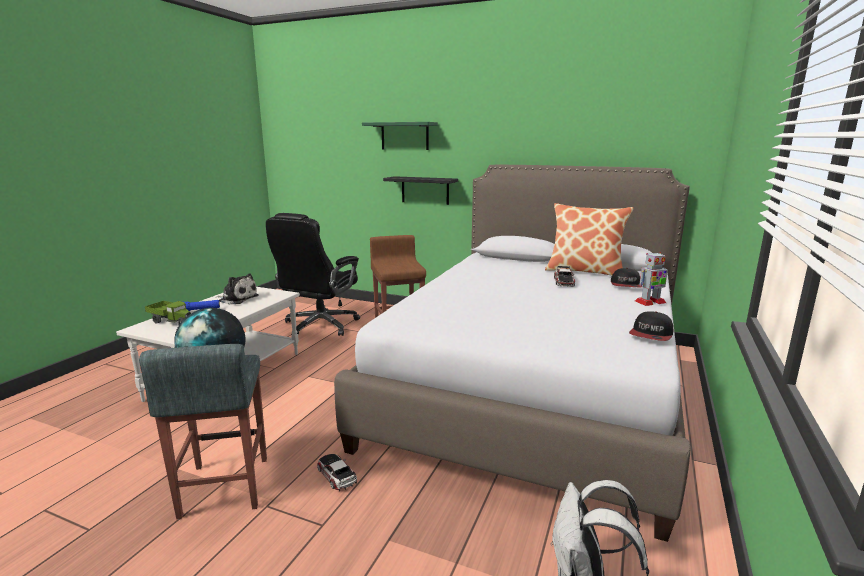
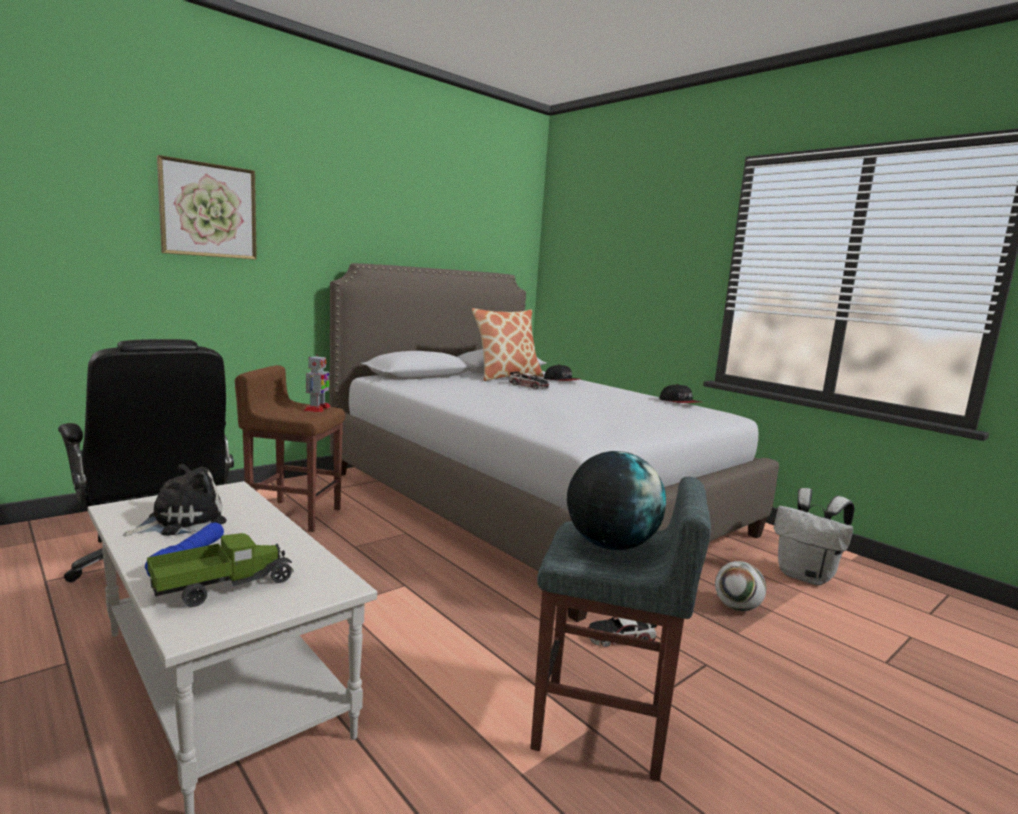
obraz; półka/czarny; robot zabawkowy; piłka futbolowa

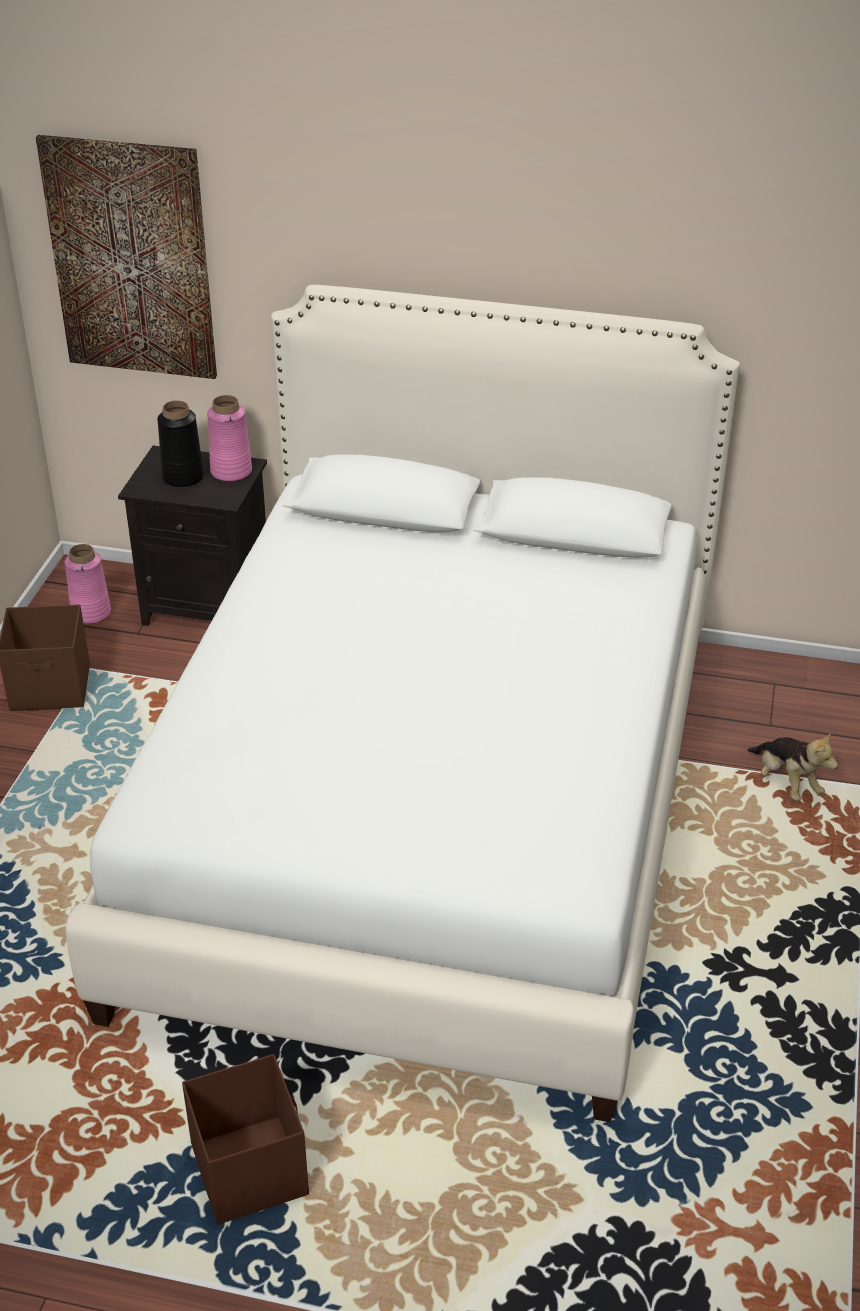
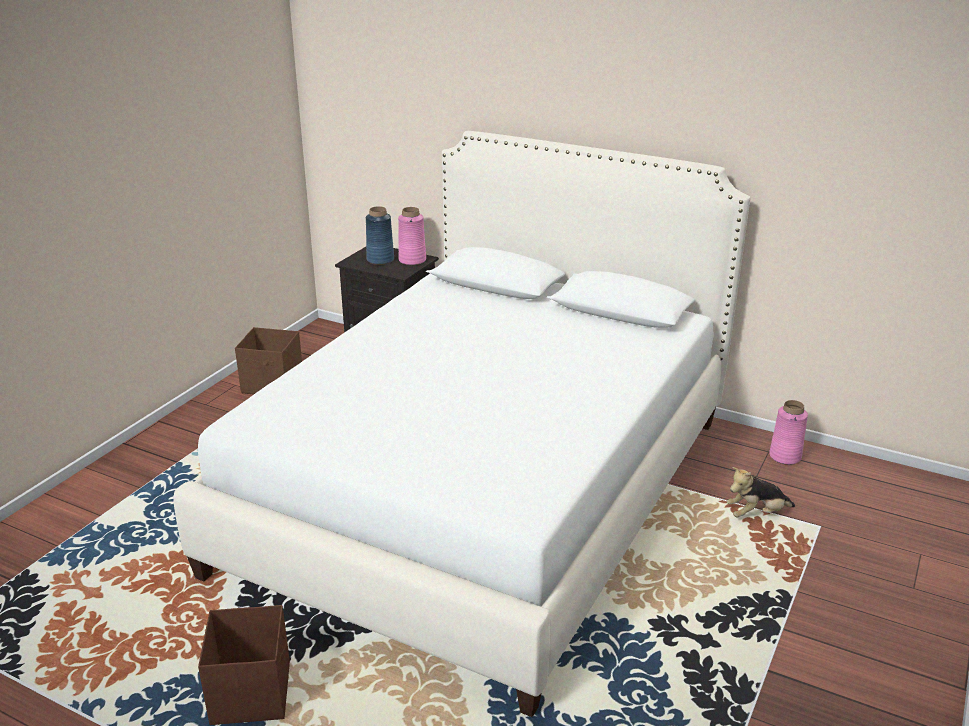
obraz; wazon/niebieski; wazon/różowy (2nd from left); pluszak

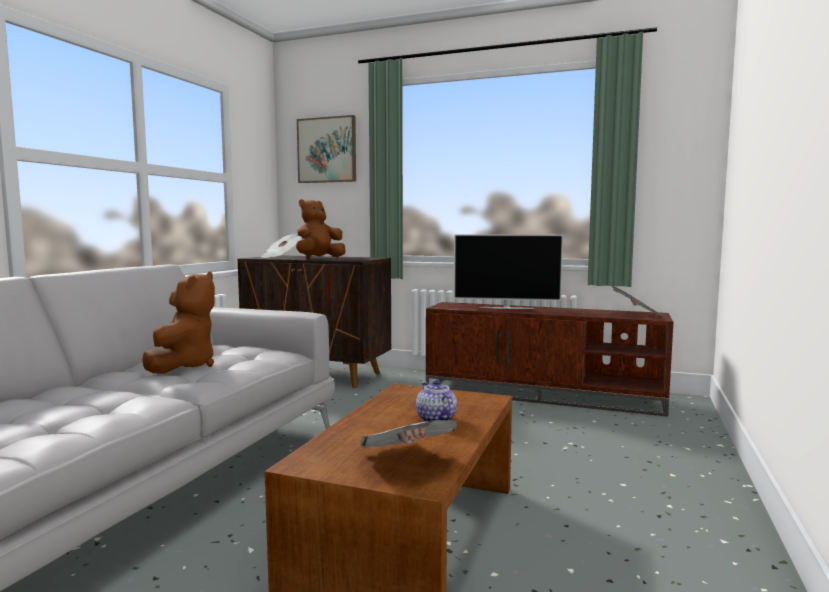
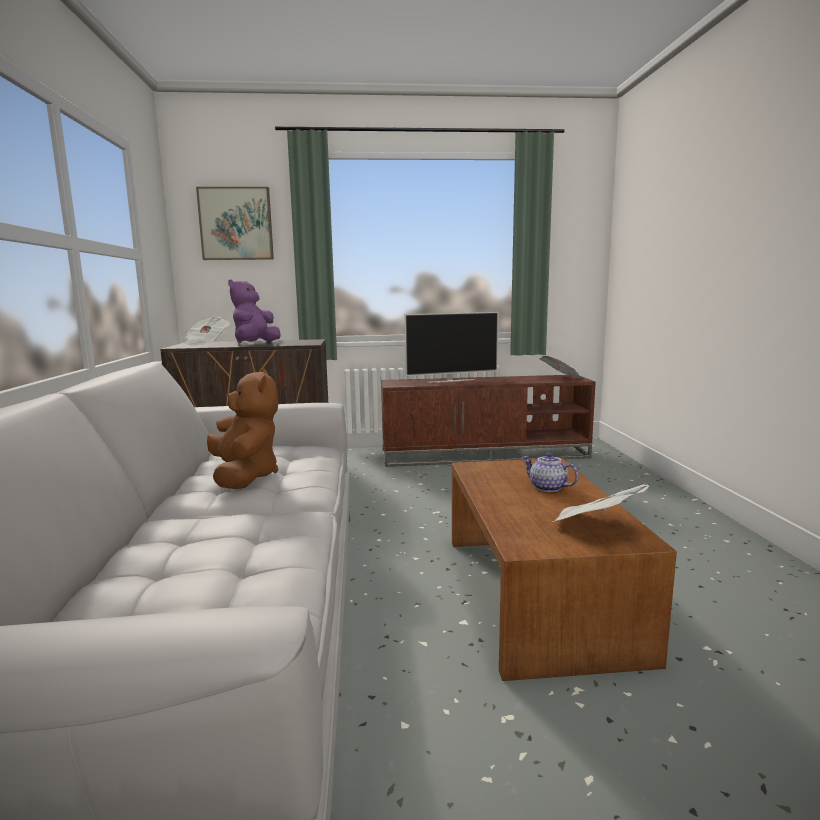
pluszak/fioletowy

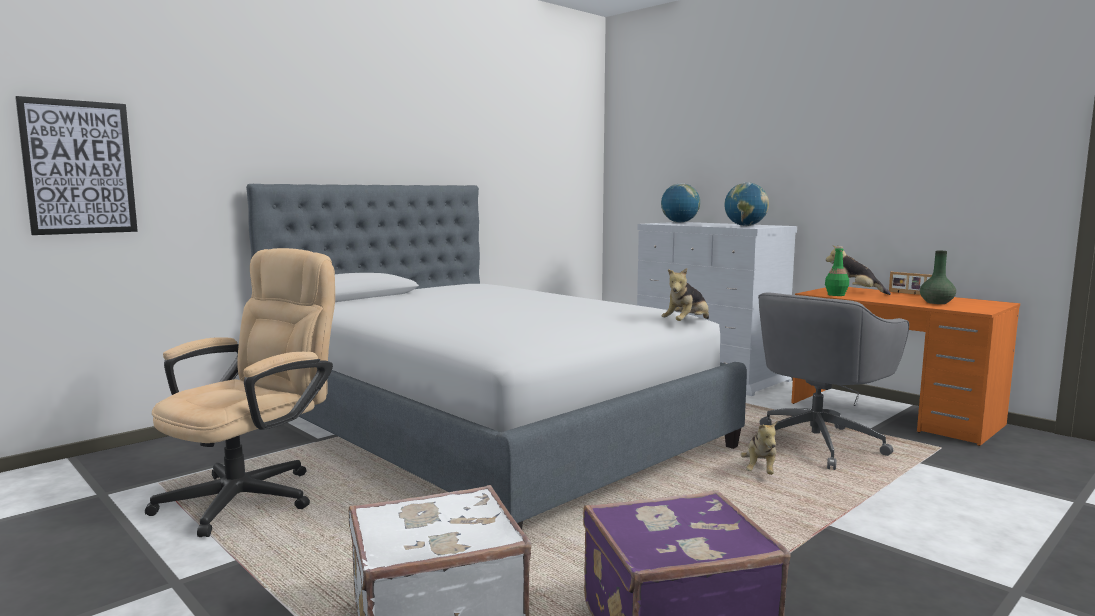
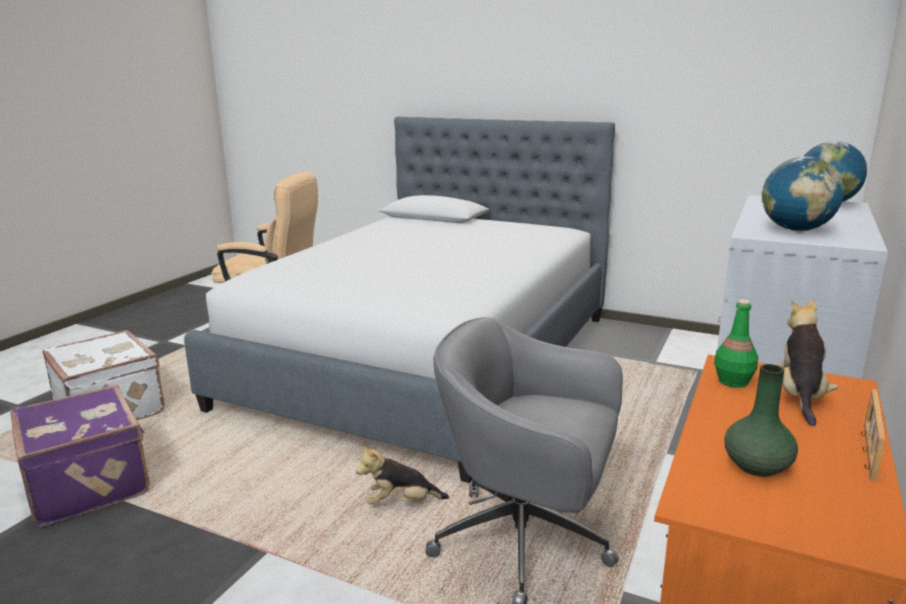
obraz; pluszak (1st from left in the first image)

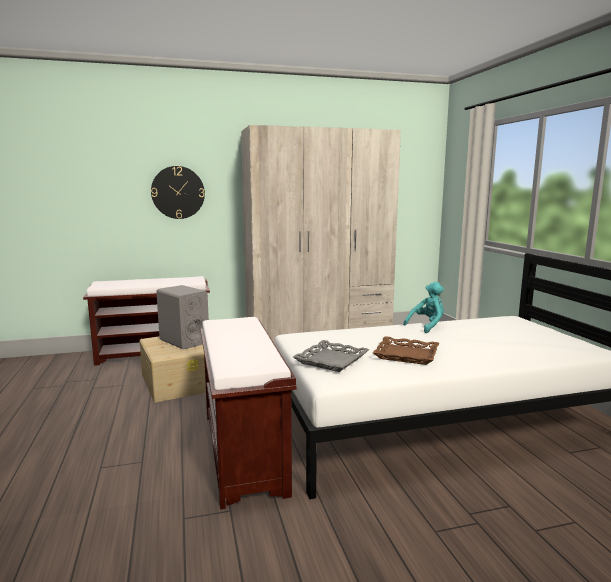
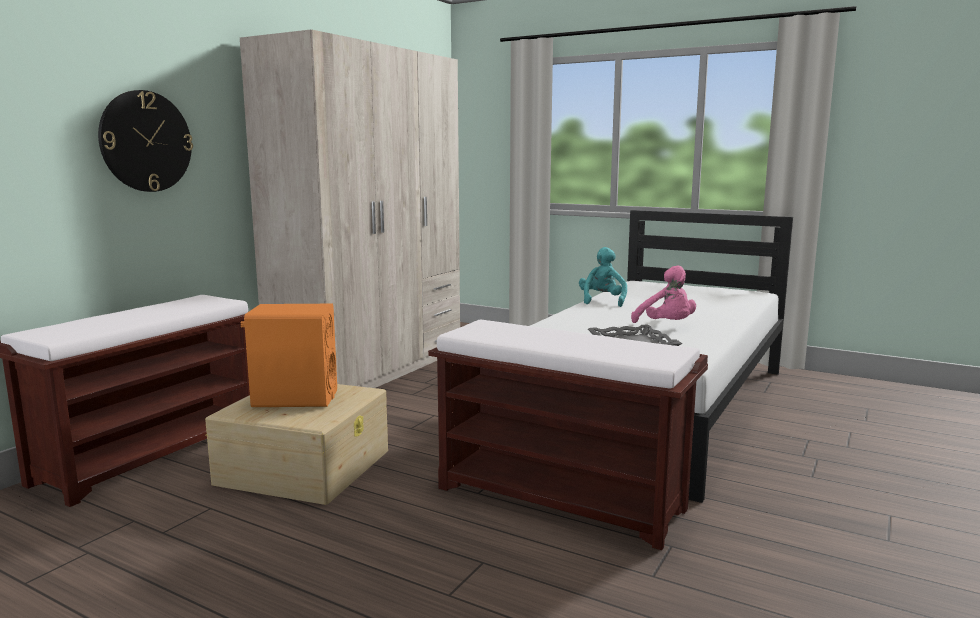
głośnik/pomarańczowy; pluszak/różowy

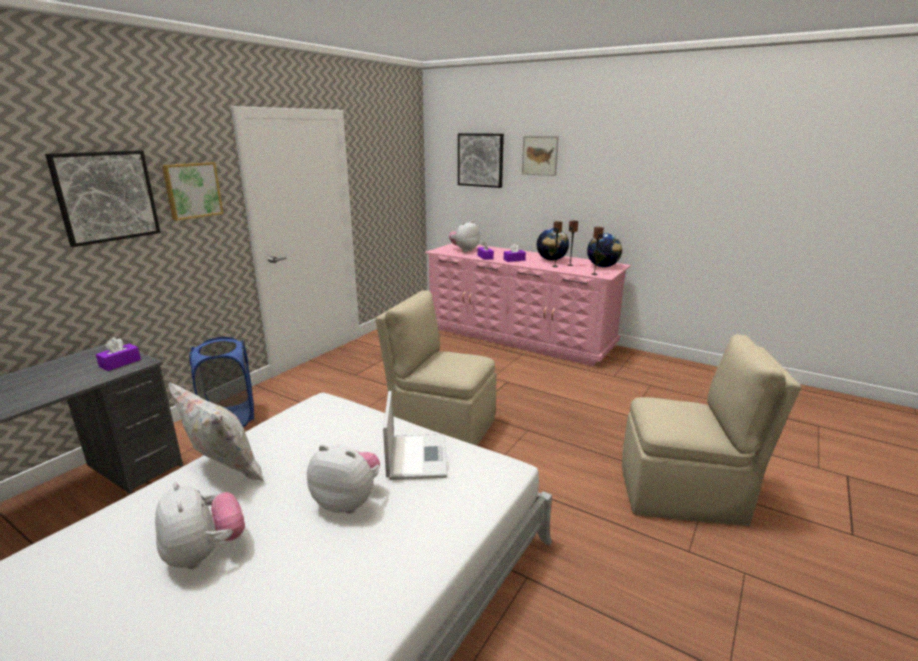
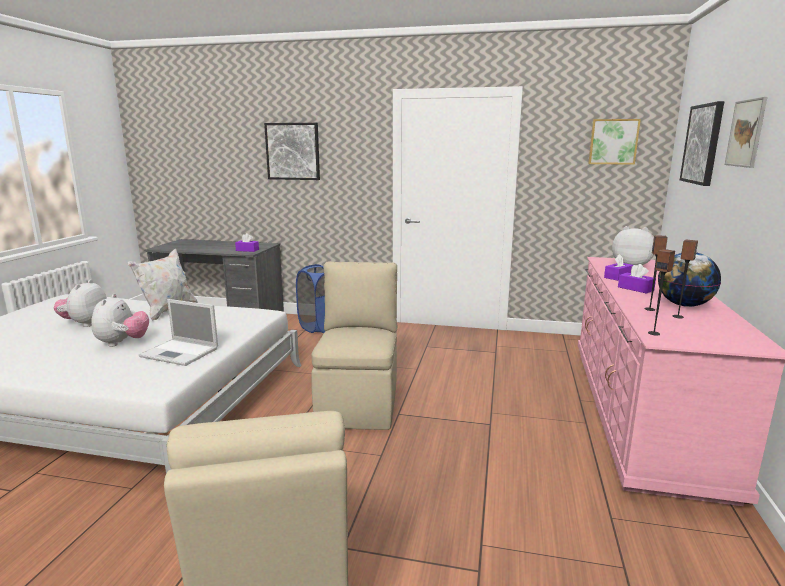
obraz (2nd from left); globus (2nd from left in the first image); laptop; pluszak (1st from left)

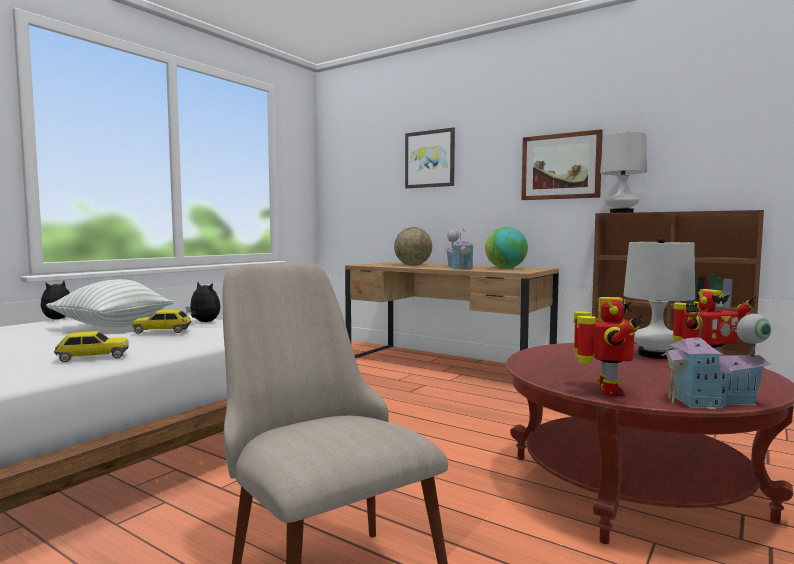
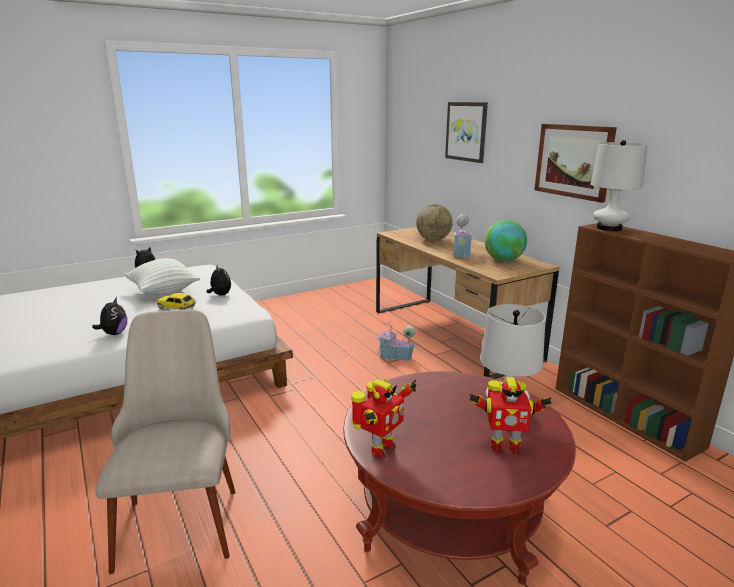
domek (1st from left); pluszak (1st from left)

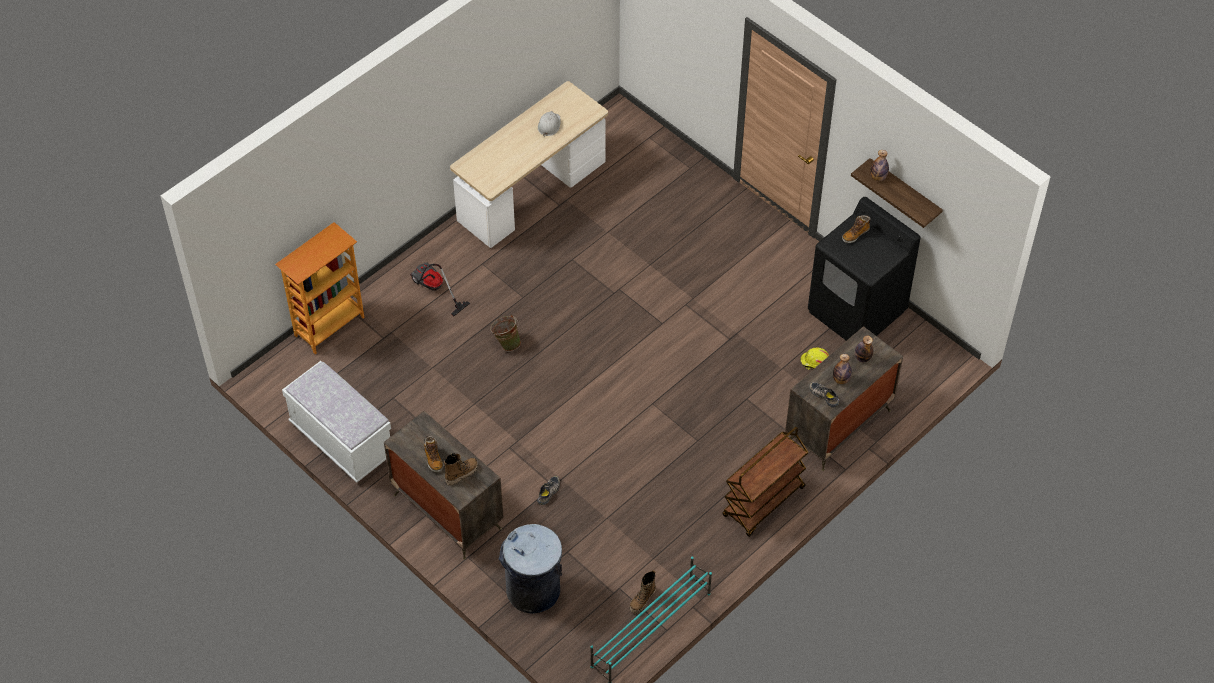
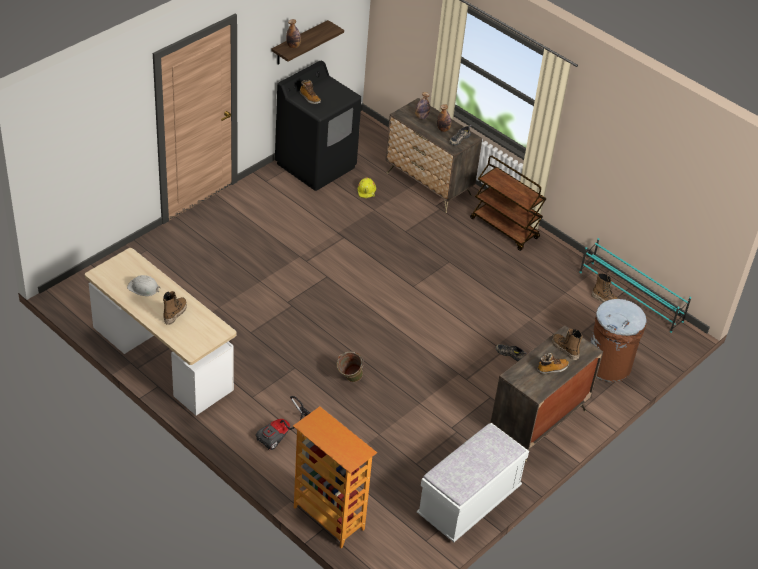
kosz na śmieci/brązowy; but z cholewką (1st from left)

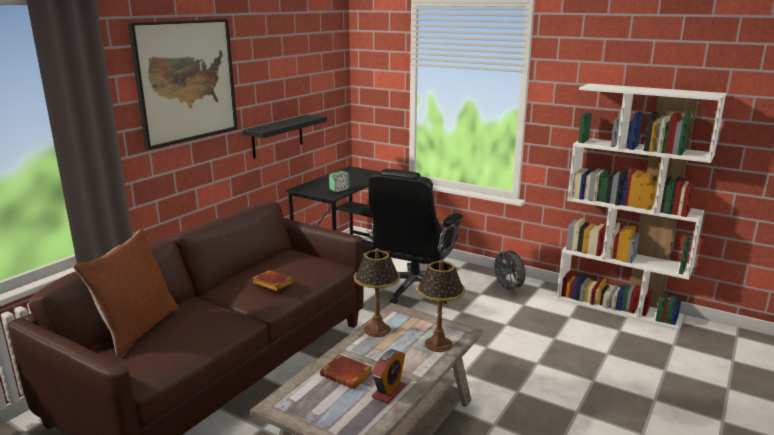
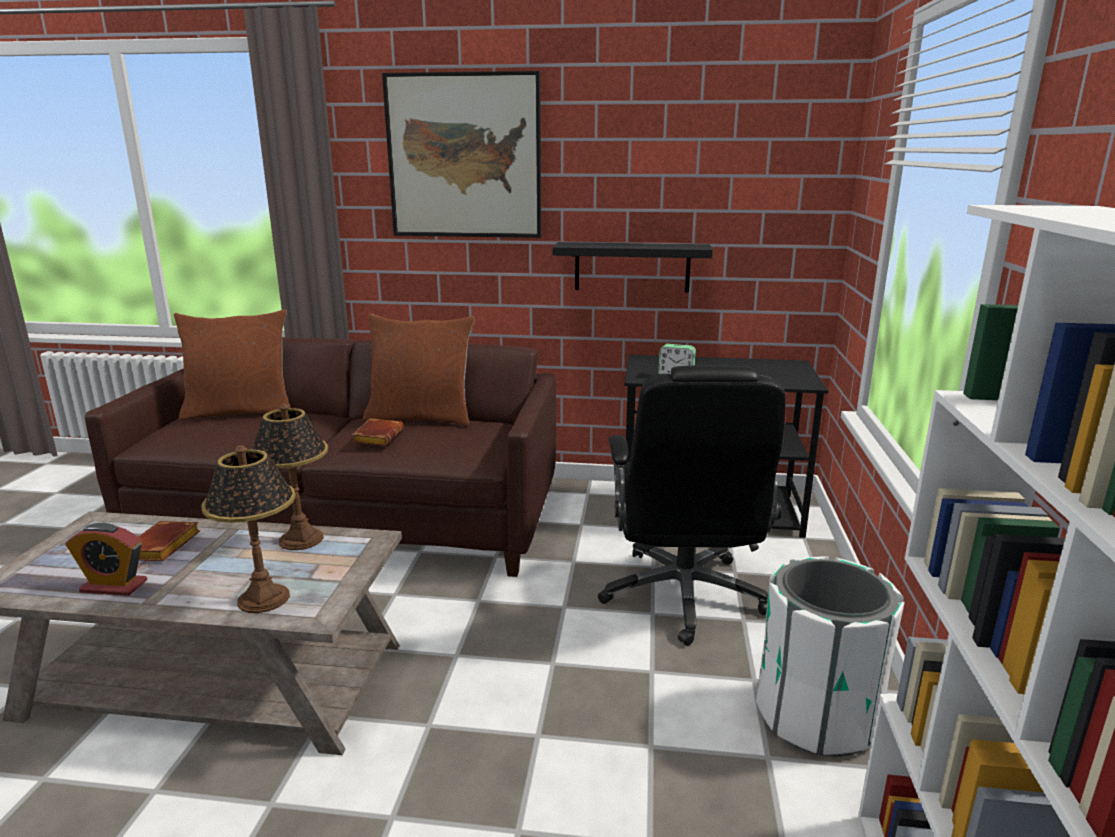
krzesło biurowe/czarny; kosz na śmieci/biały; poduszka/brązowy (2nd from left)

